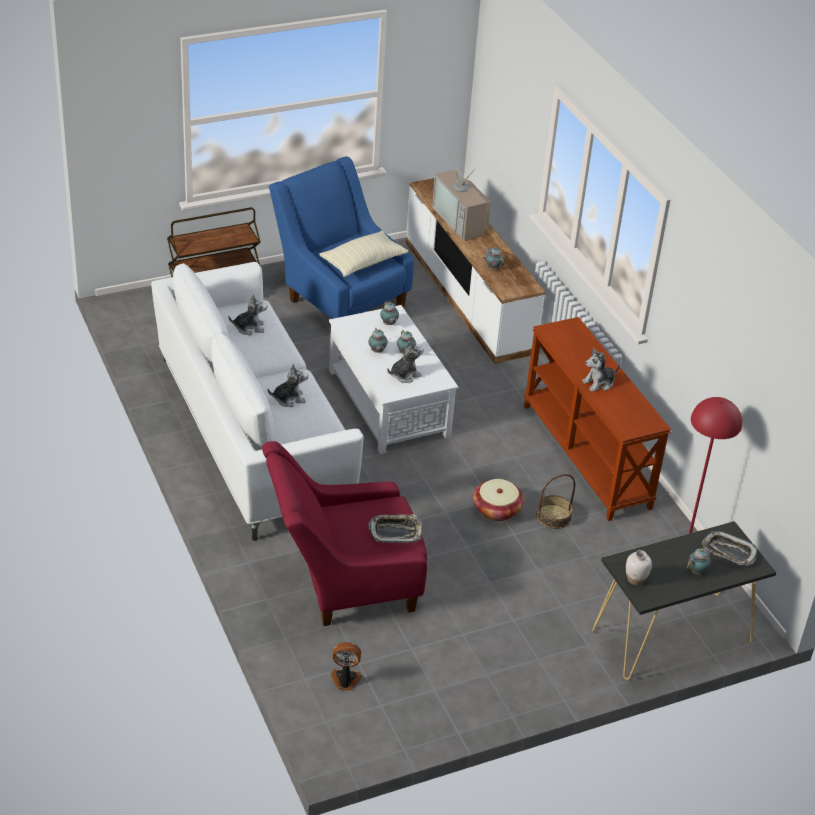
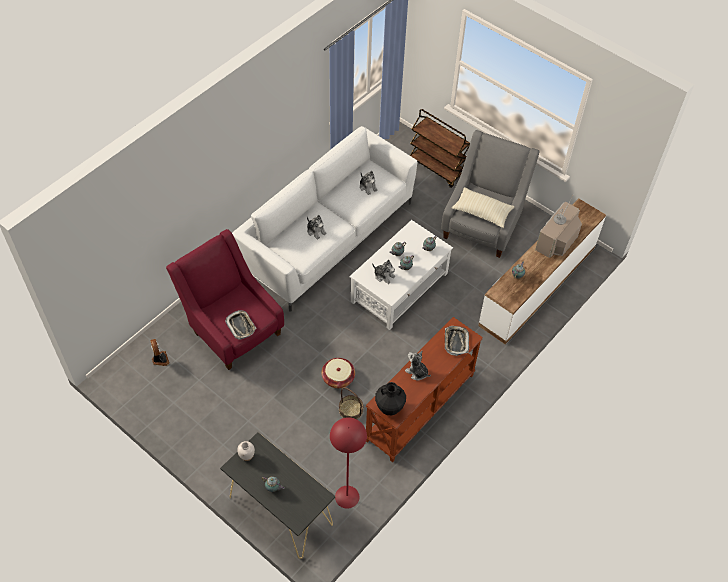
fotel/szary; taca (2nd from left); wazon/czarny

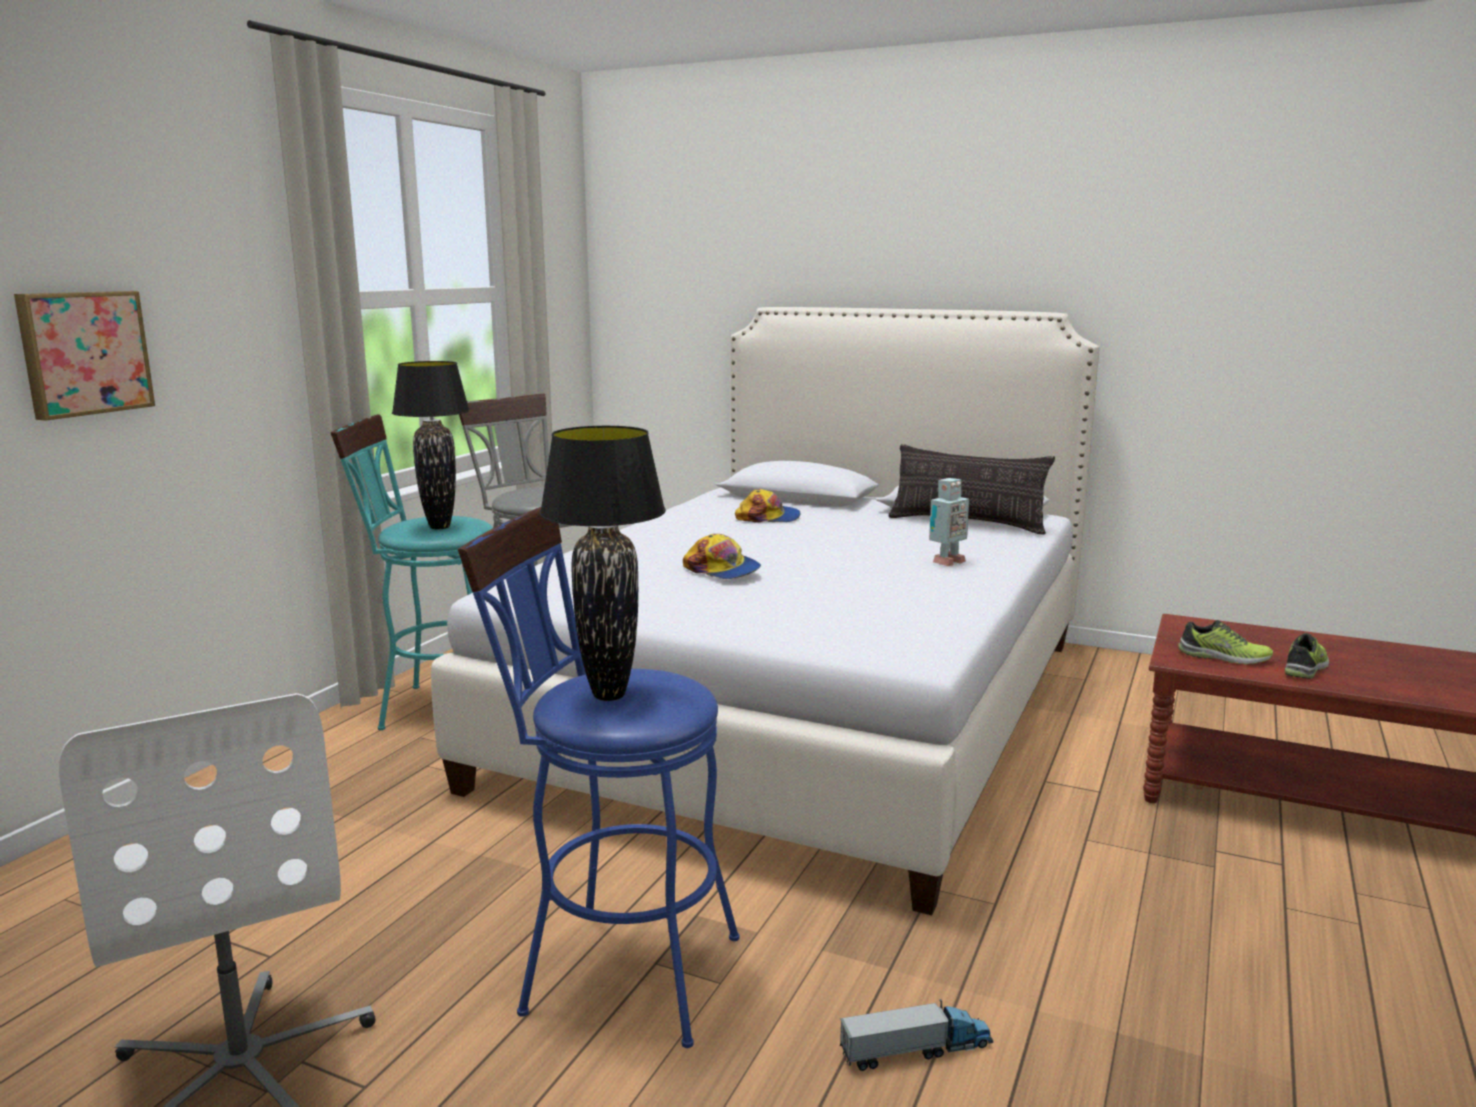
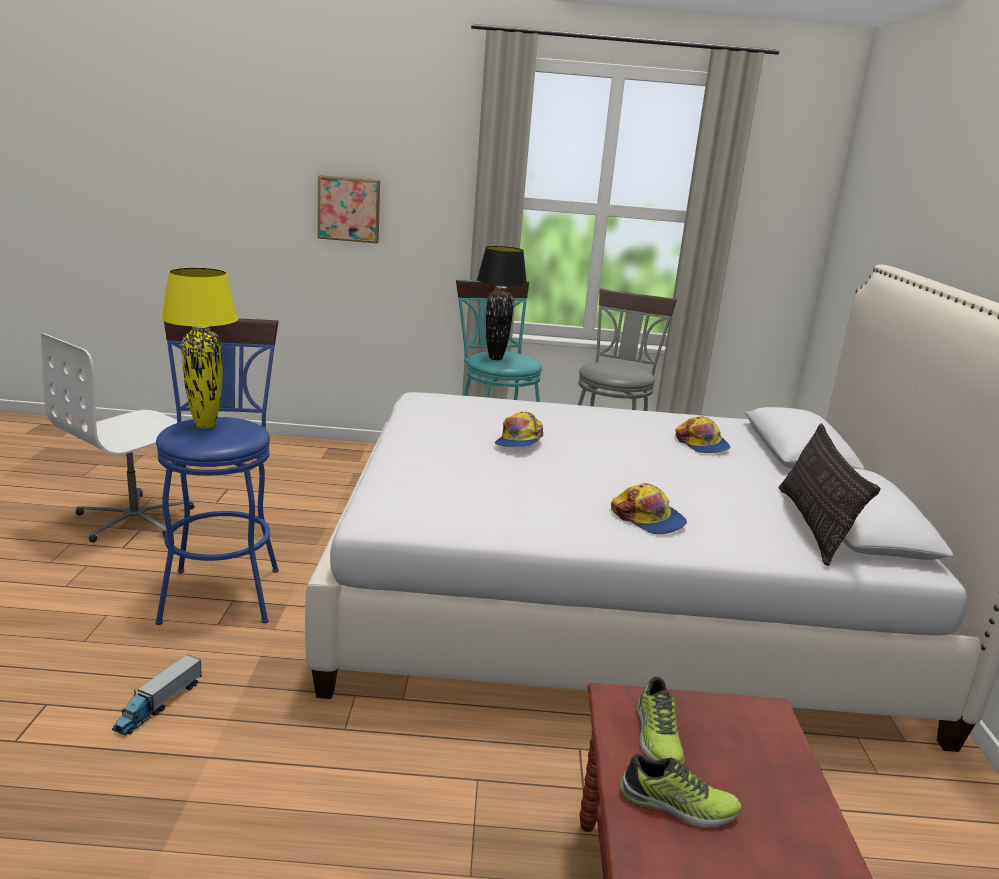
lampa stołowa/żółty; czapka z daszkiem (2nd from left); ciężarówka zabawkowa

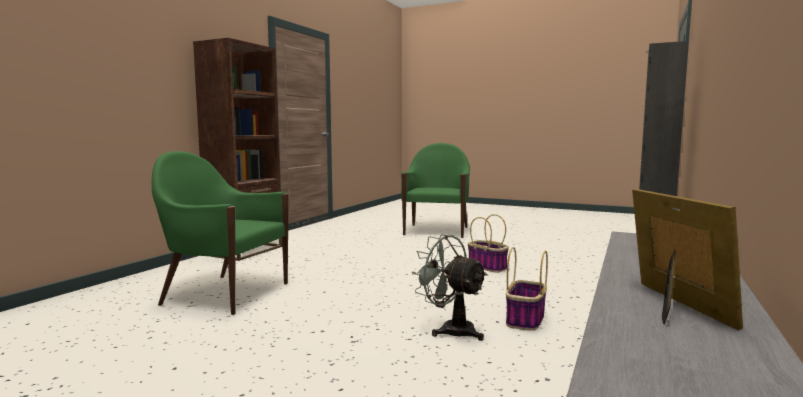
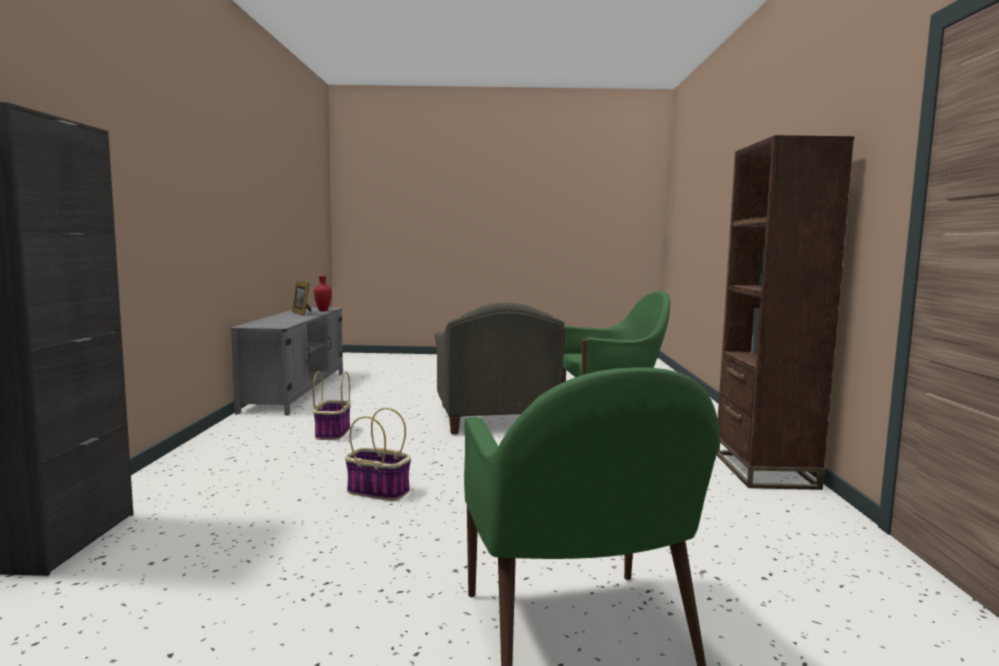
wentylator/szary; wazon/czerwony; fotel/szary

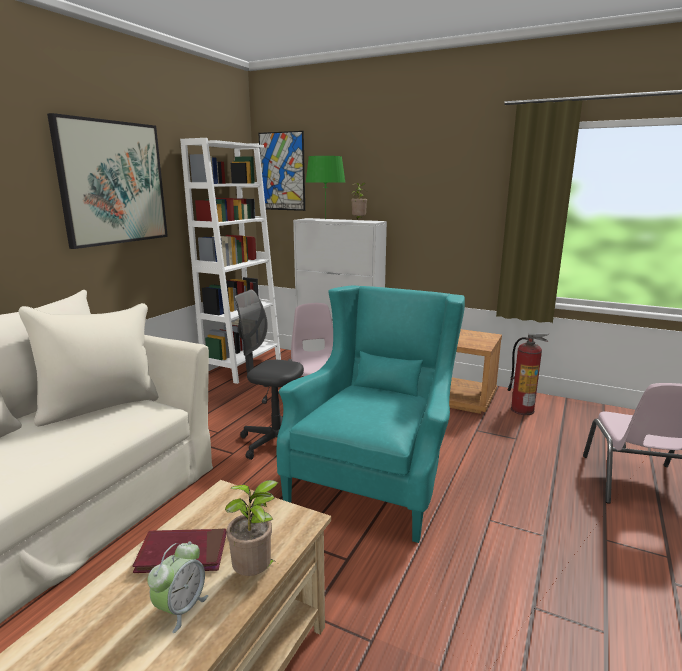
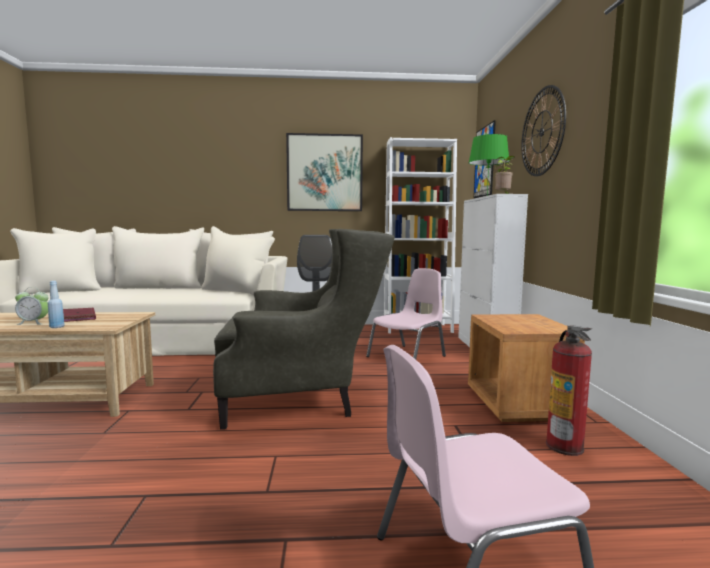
fotel/szary; butelka/niebieski; zegar ścienny

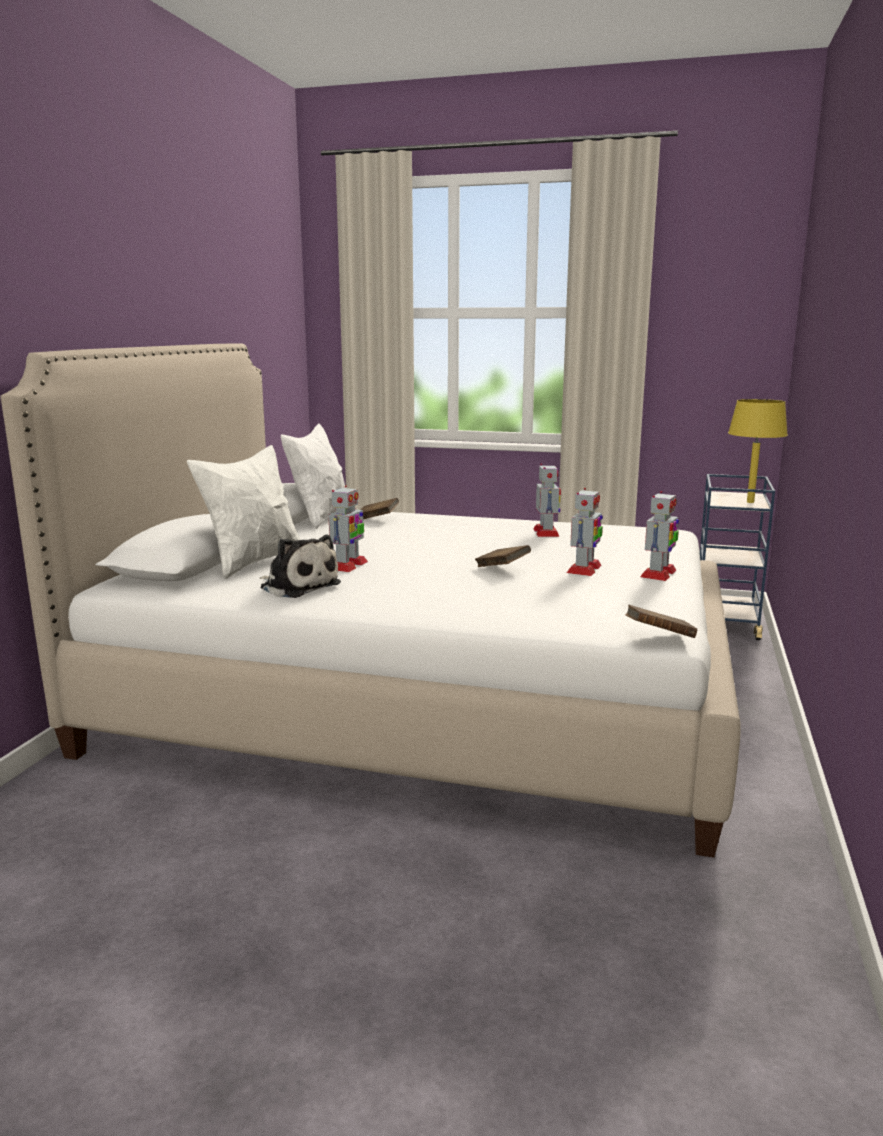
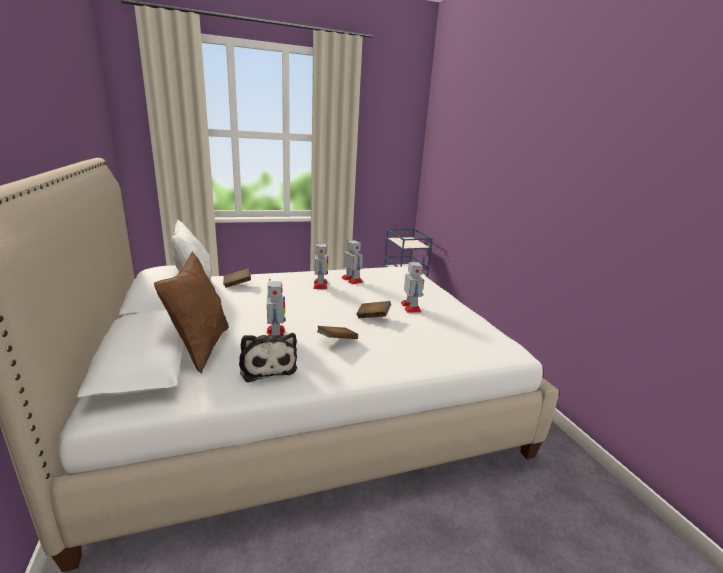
lampa stołowa/żółty; poduszka/brązowy; robot zabawkowy (2nd from left); pluszak; książka/brązowy (2nd from left)

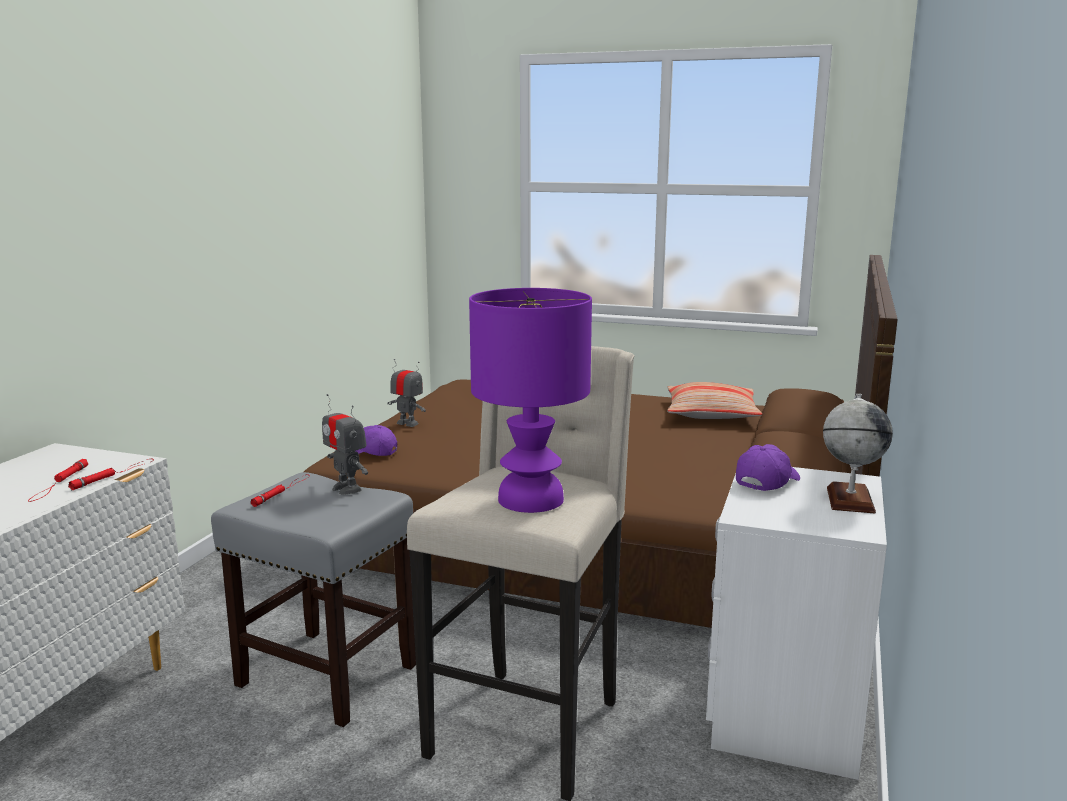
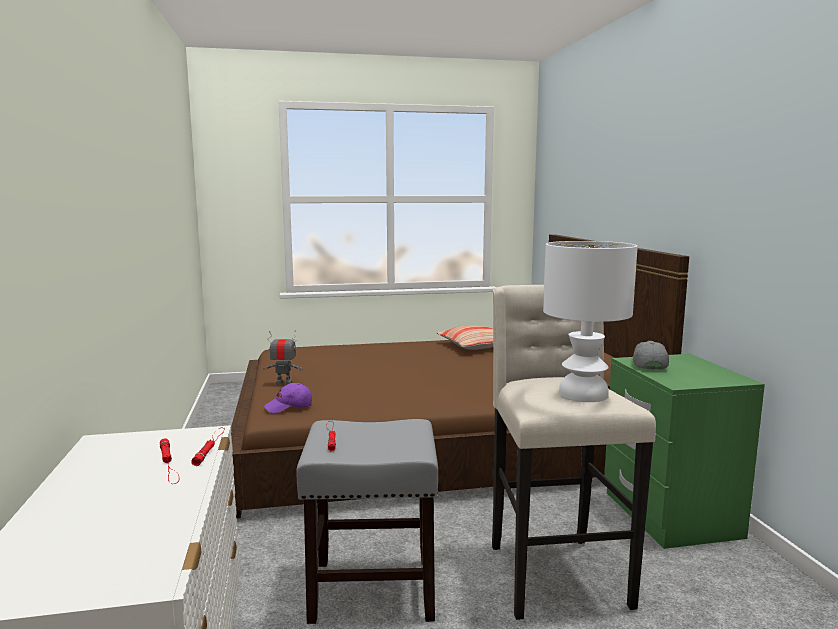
lampa stołowa/biały; robot zabawkowy (1st from left in the first image); globus; czapka z daszkiem/szary; szafka nocna/zielony

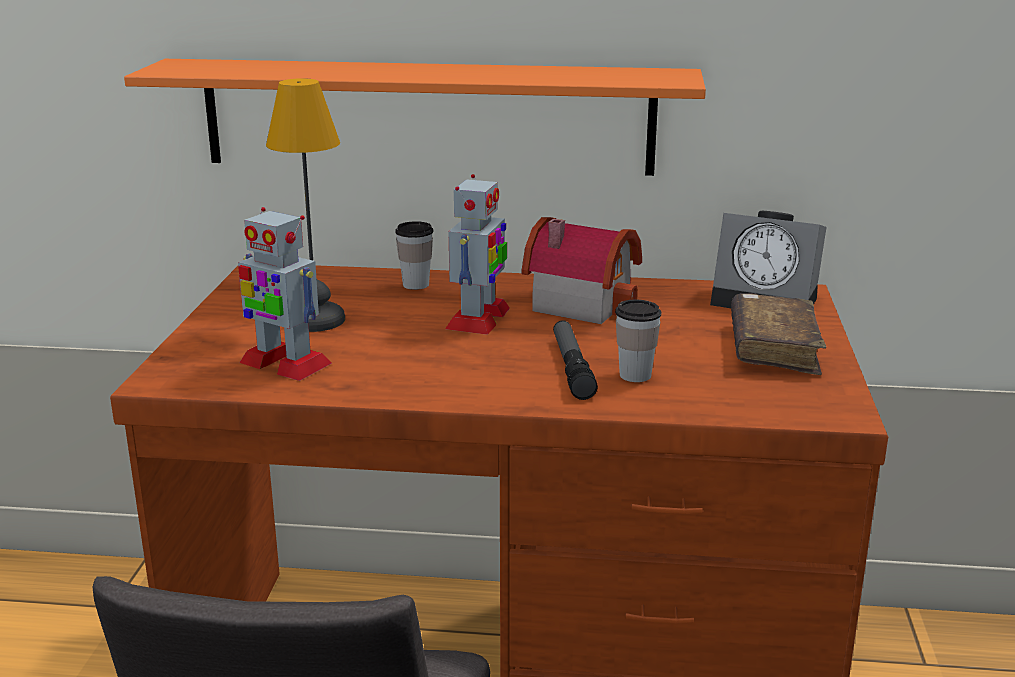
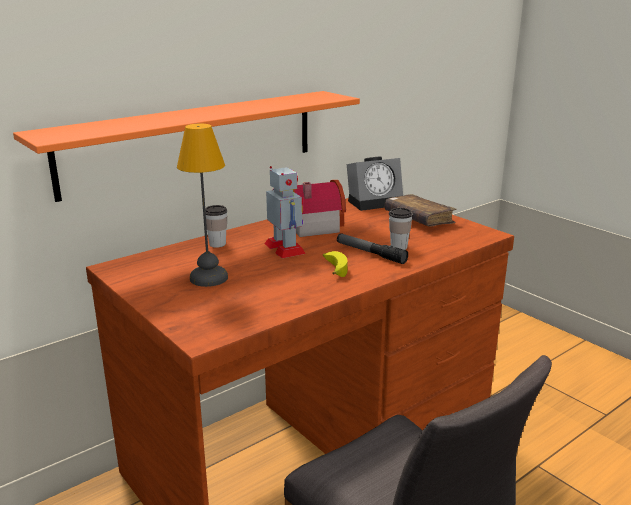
robot zabawkowy (1st from left in the first image); banan

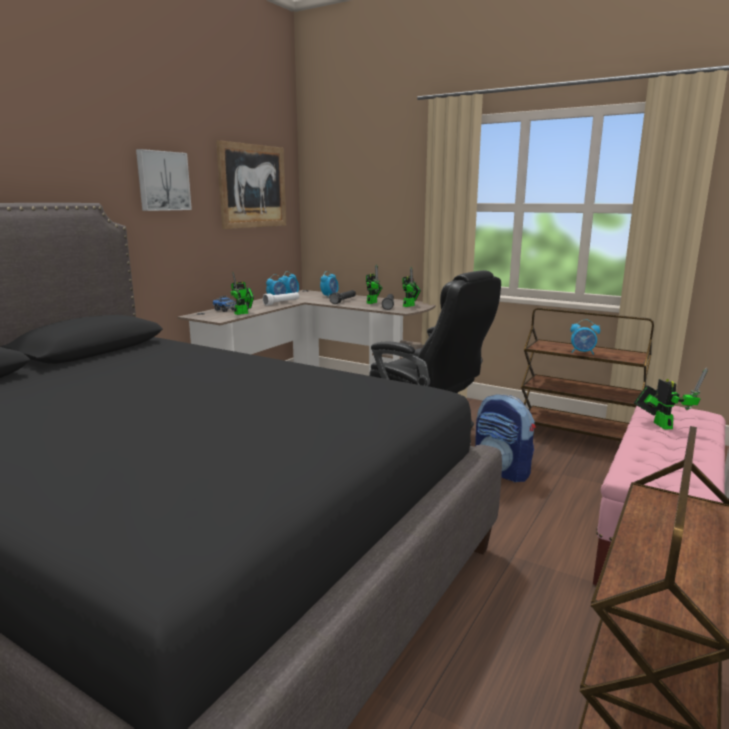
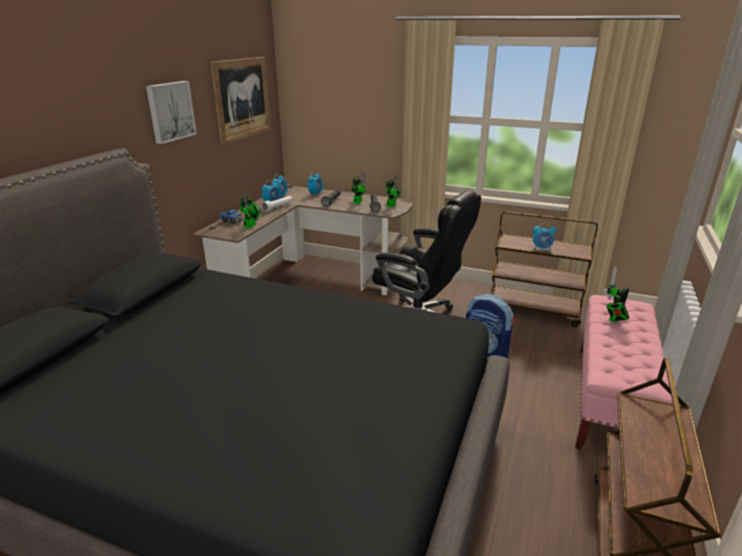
robot zabawkowy (4th from left)

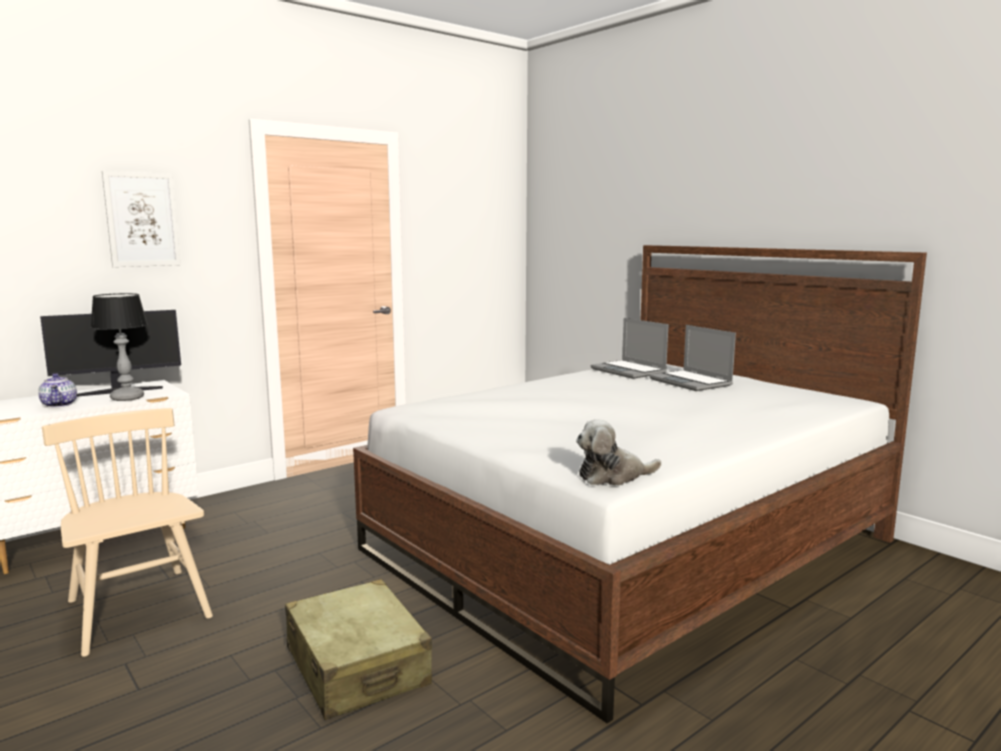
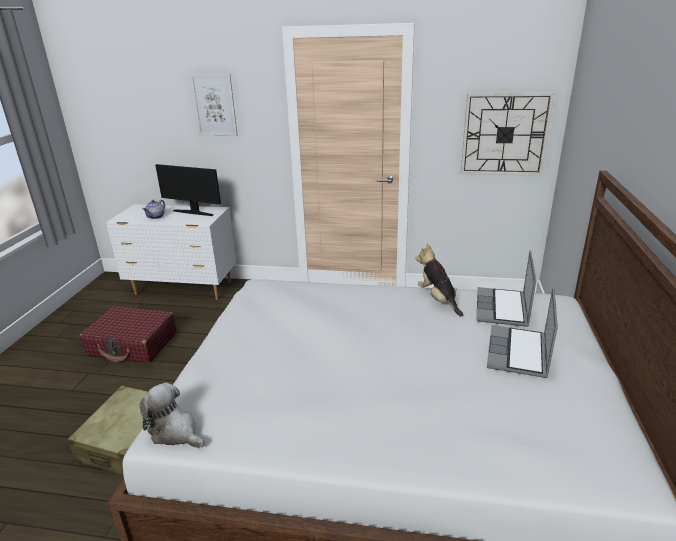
lampa stołowa; walizka/czerwony; zegar ścienny; pluszak (2nd from left)

